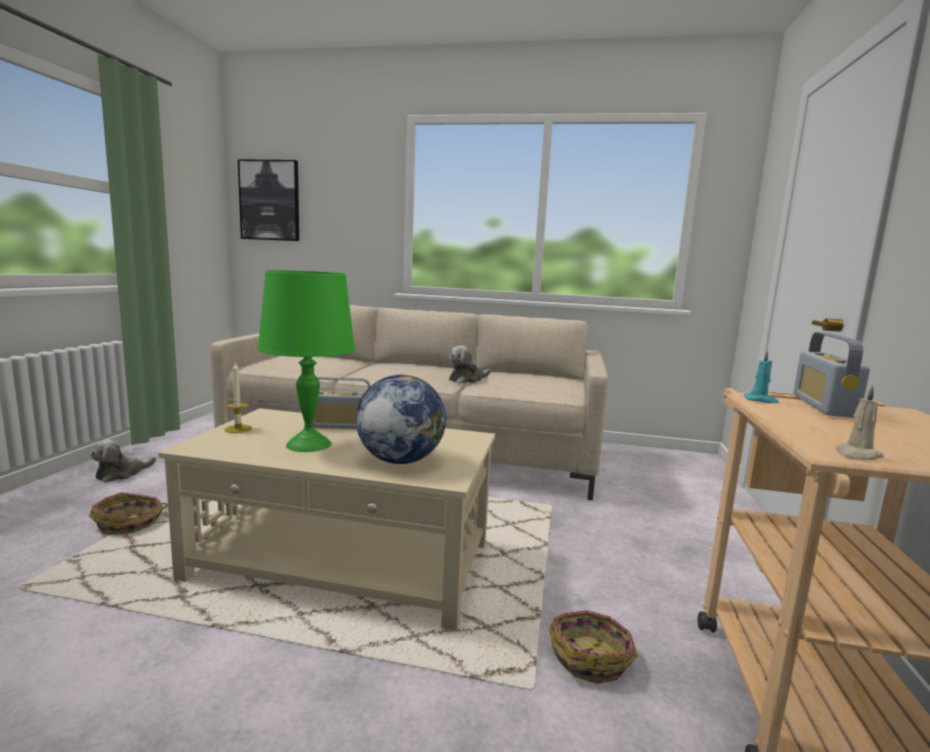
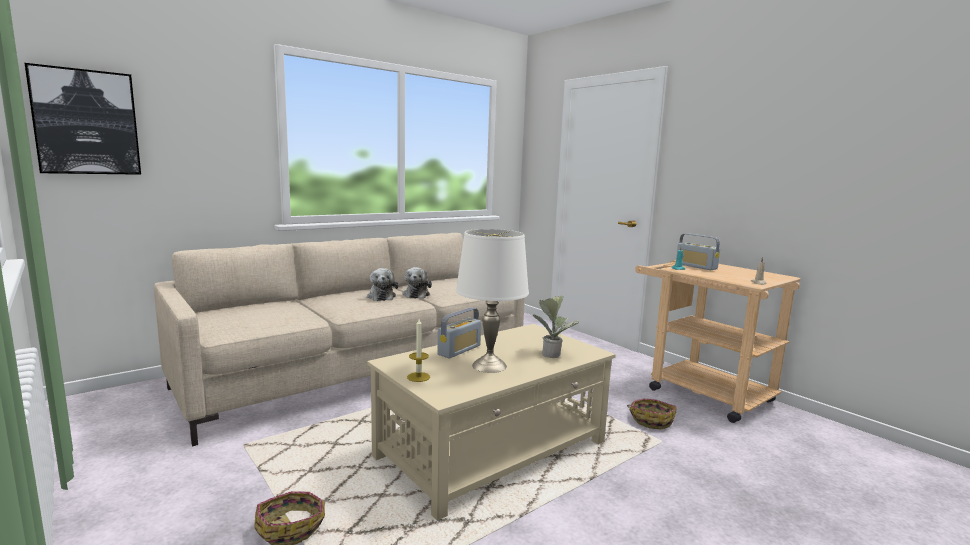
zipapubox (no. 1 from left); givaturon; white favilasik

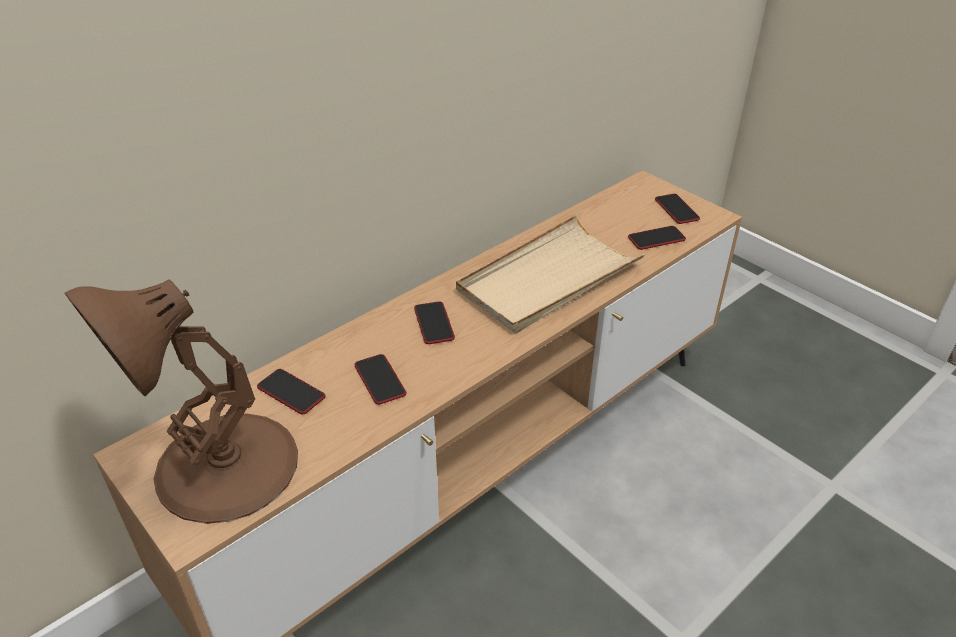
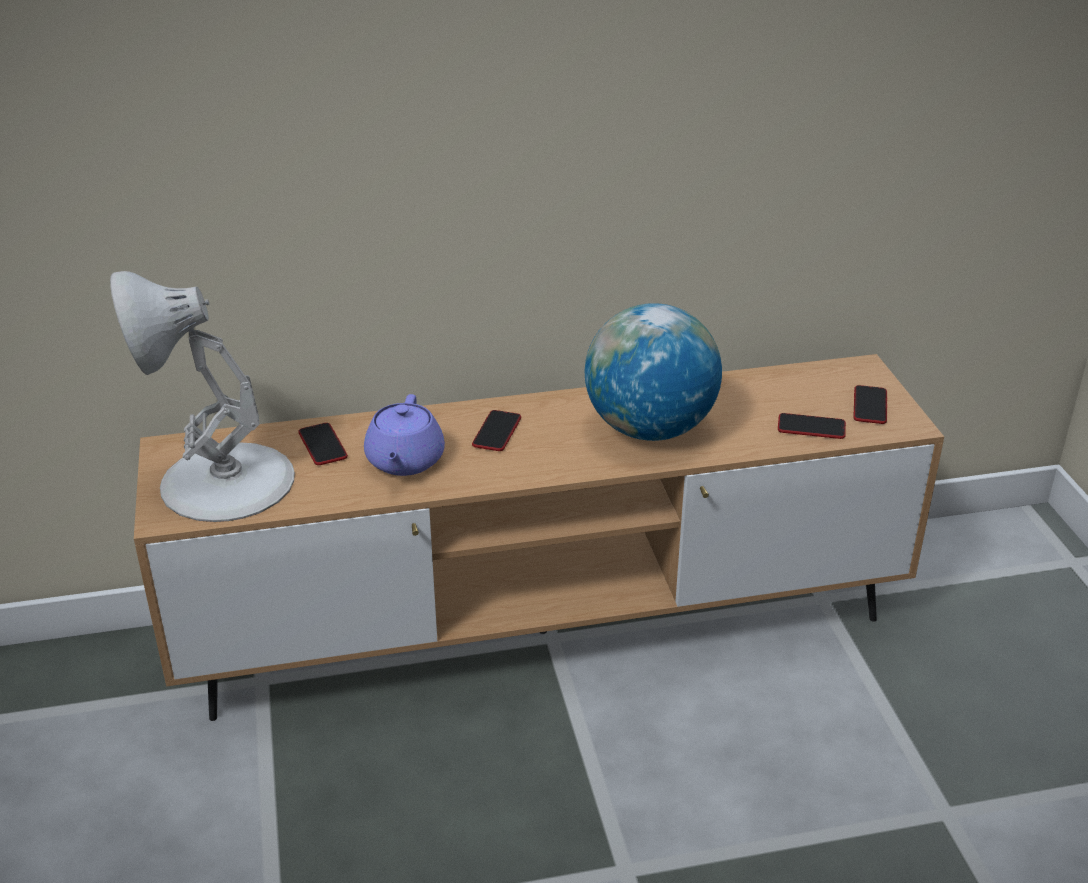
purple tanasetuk; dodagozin; white favilasik

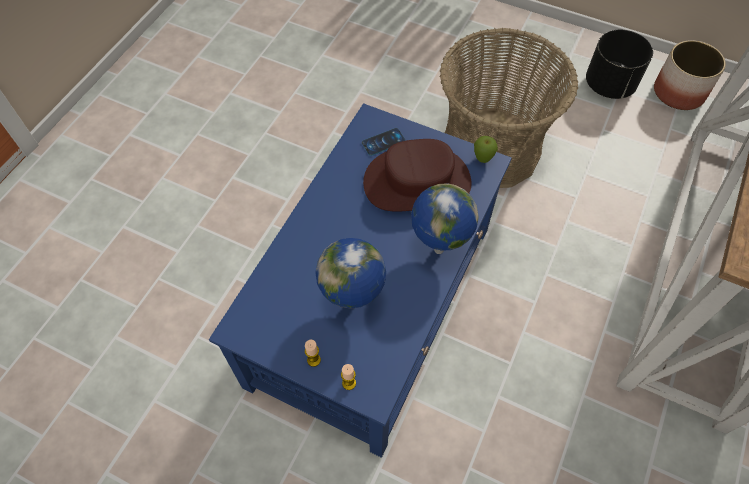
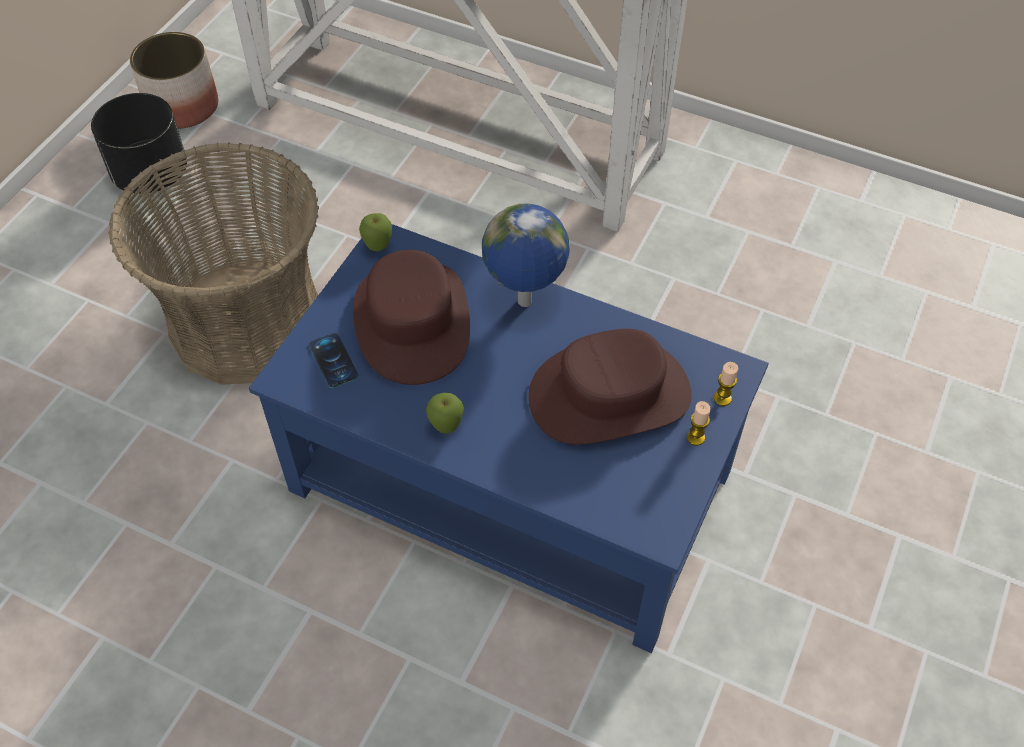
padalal (no. 2 from left); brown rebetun (no. 2 from left)

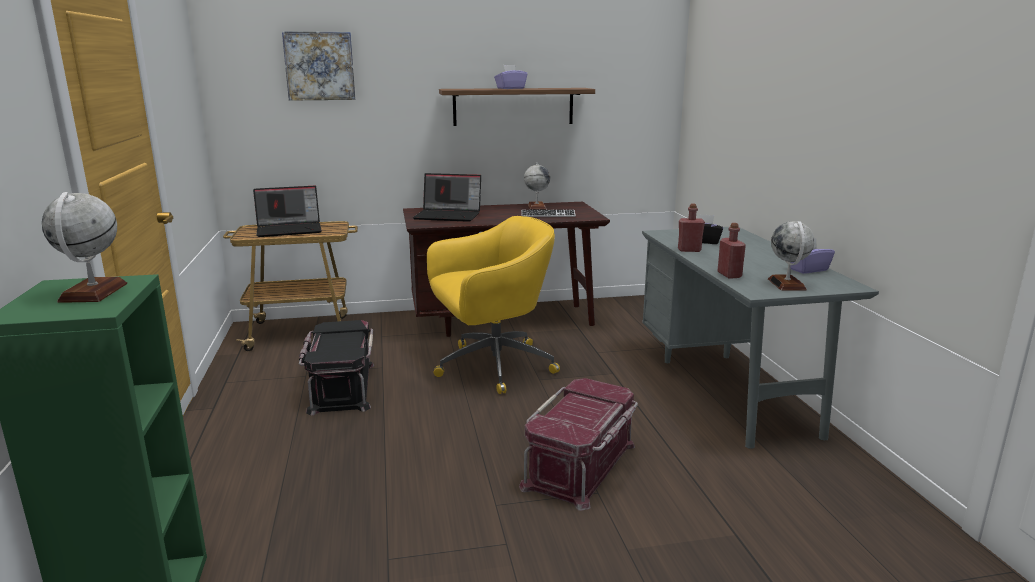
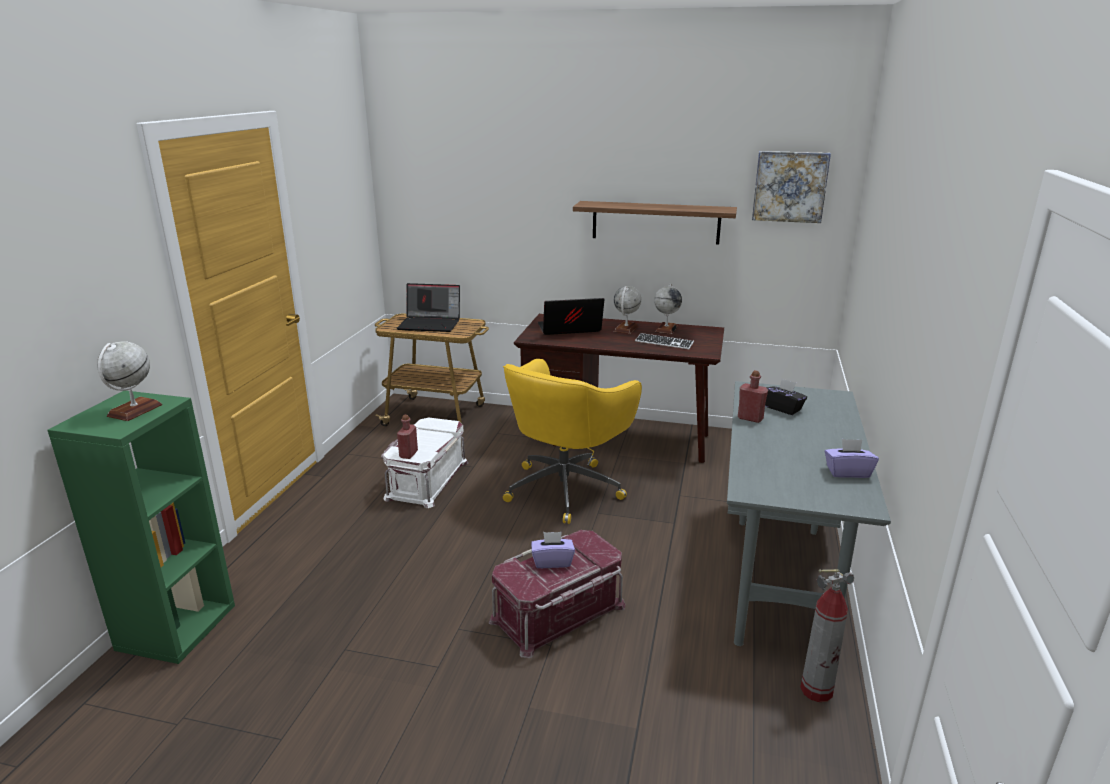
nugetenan; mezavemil; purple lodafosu (no. 1 from left); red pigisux (no. 1 from left); dodagozin (no. 2 from left); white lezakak; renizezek (no. 2 from left); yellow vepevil

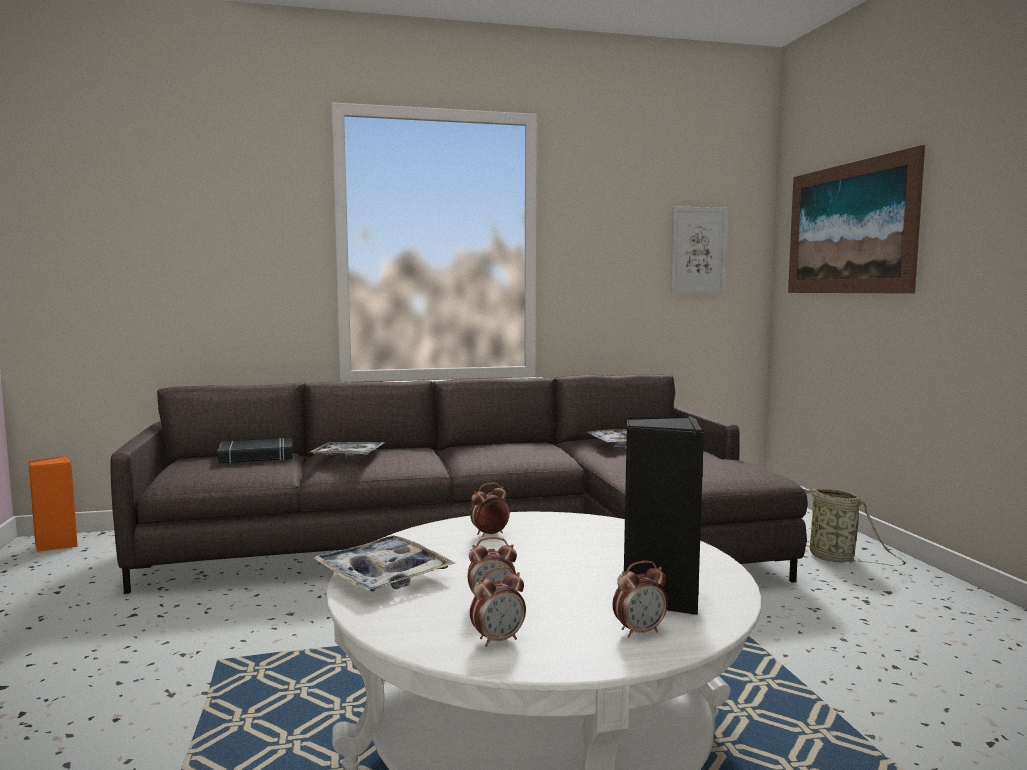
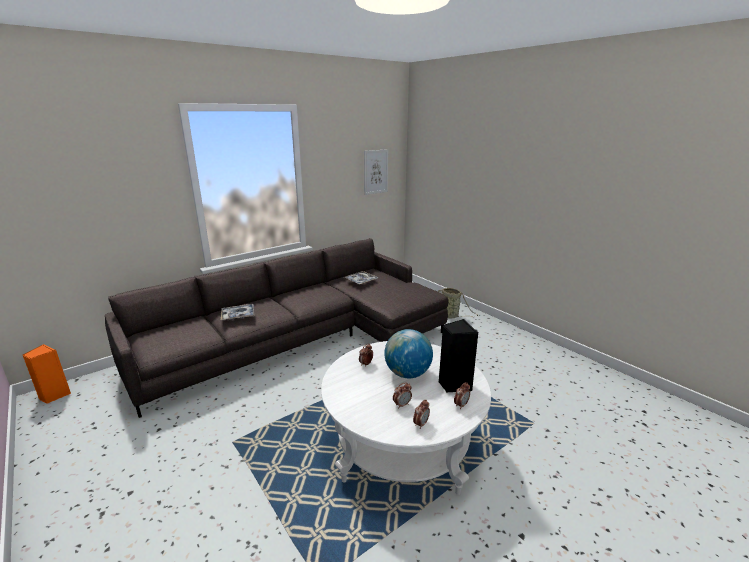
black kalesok; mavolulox (no. 2 from left in the first image); mezavemil (no. 2 from left in the first image); dodagozin

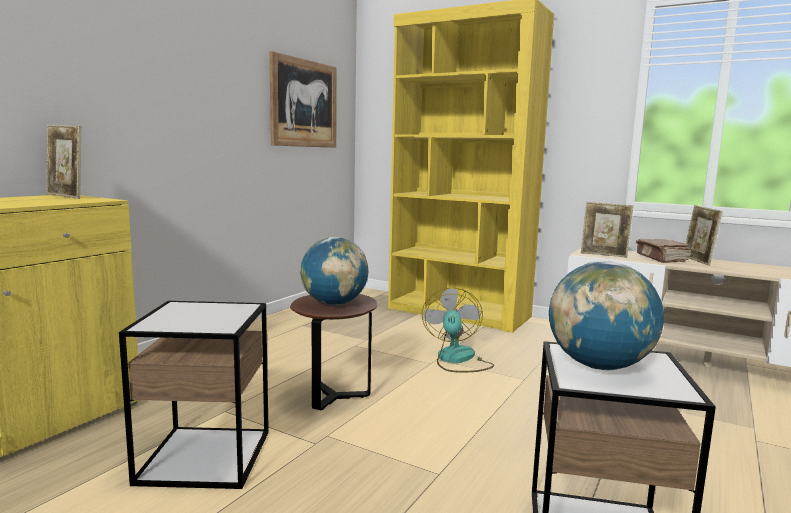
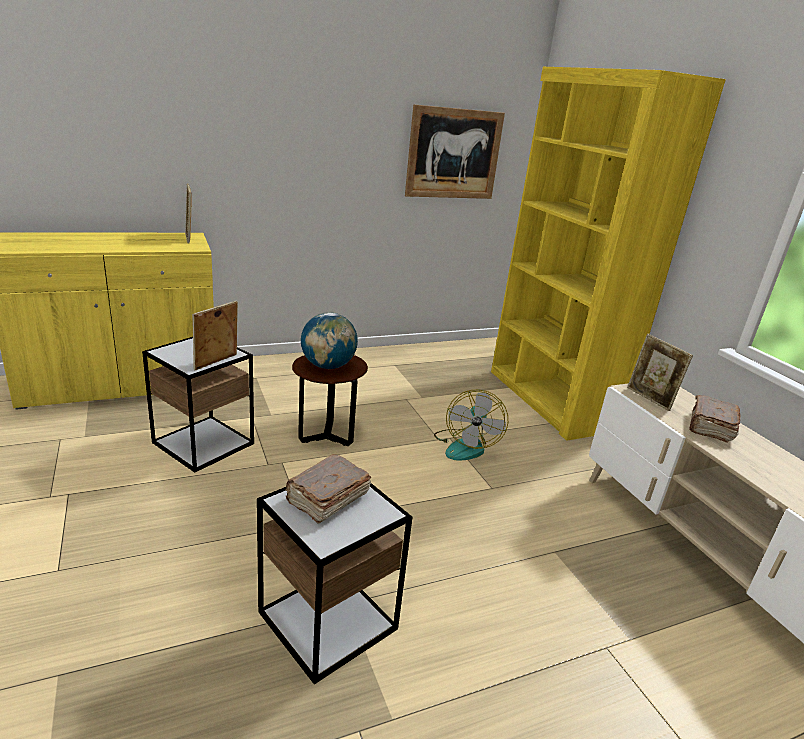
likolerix (no. 2 from left); brown kalesok (no. 1 from left); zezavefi

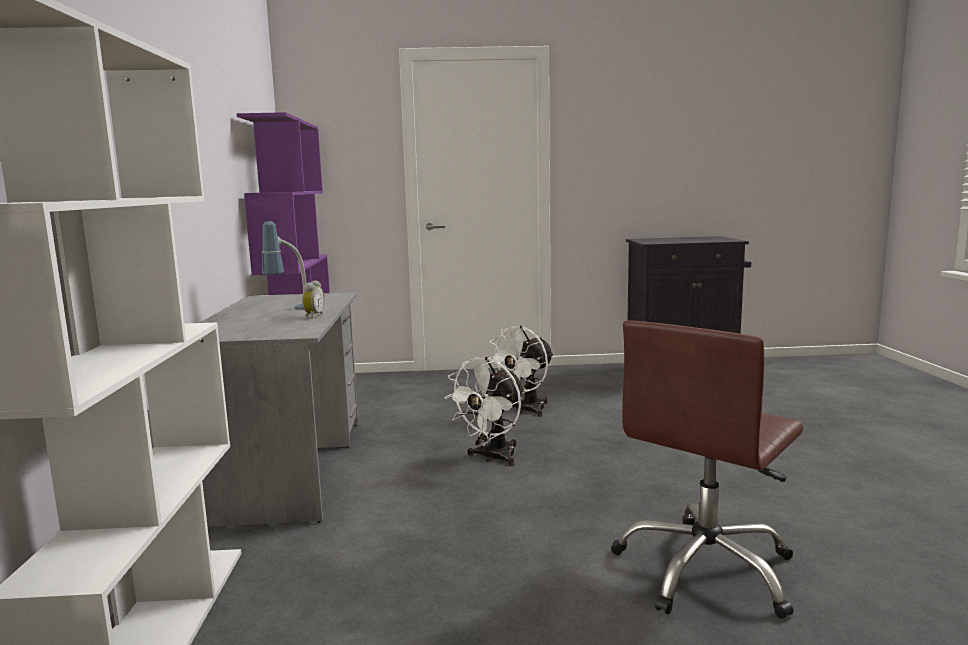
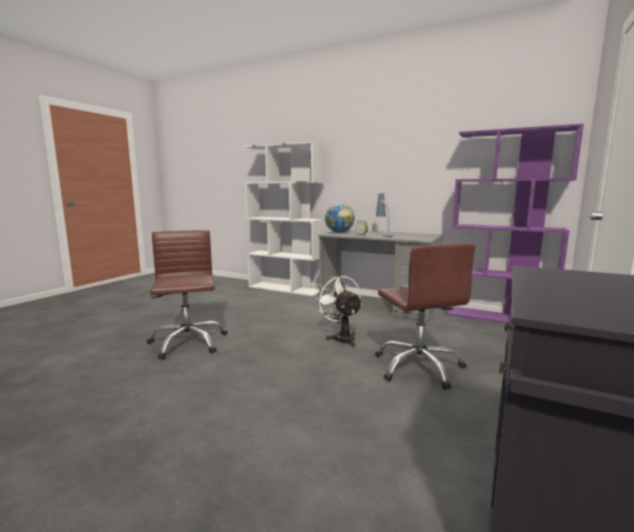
dodagozin; brown vepevil (no. 2 from left)

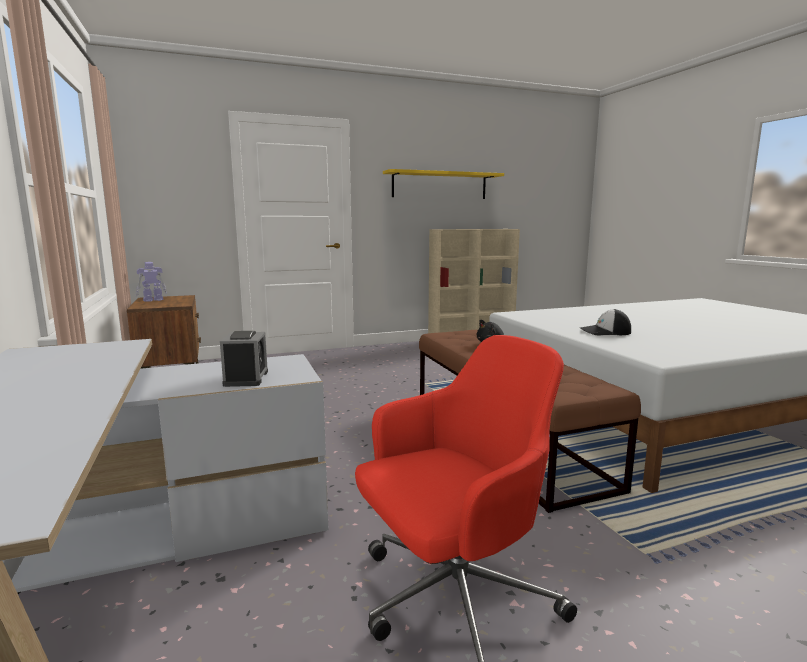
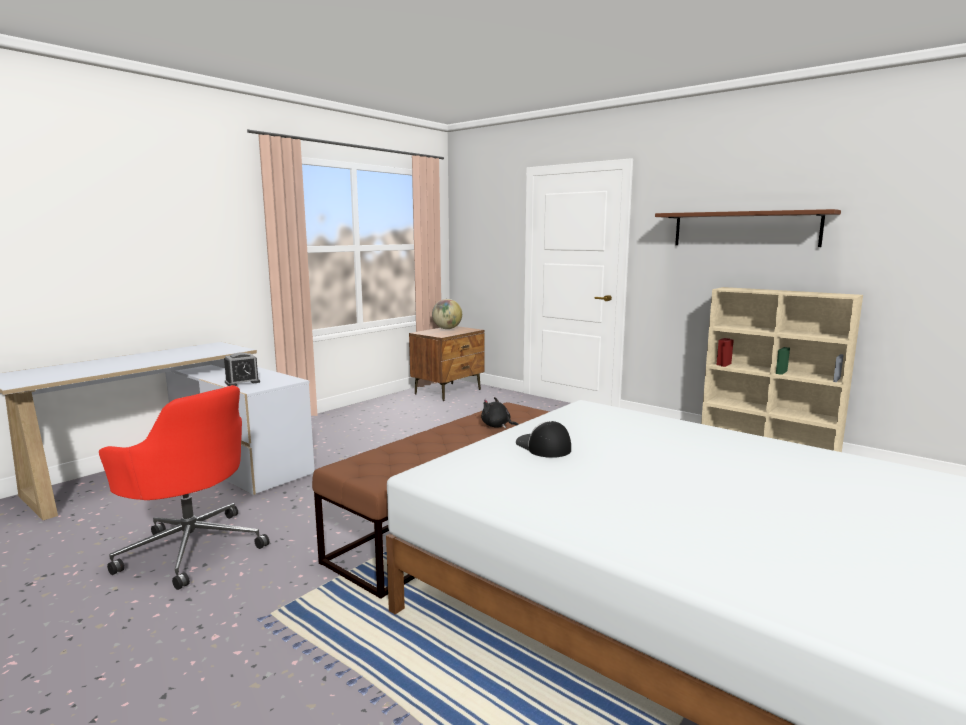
dodagozin; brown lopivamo

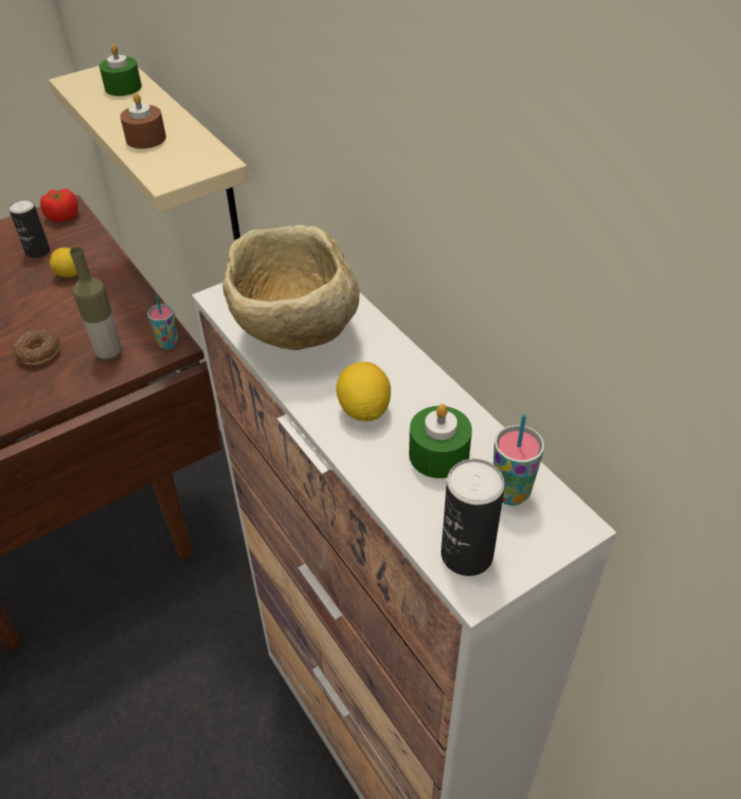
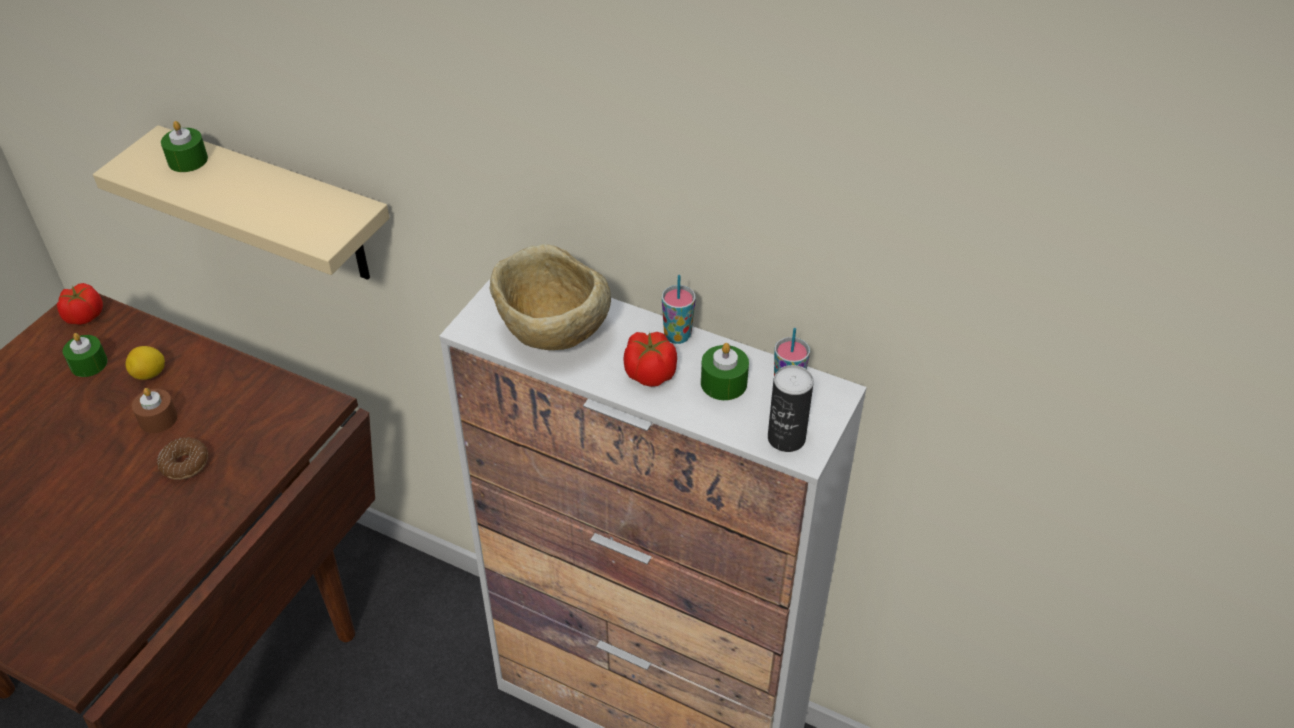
pigisux; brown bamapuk; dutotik (no. 1 from left); green bamapuk (no. 1 from left); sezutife (no. 2 from left)

